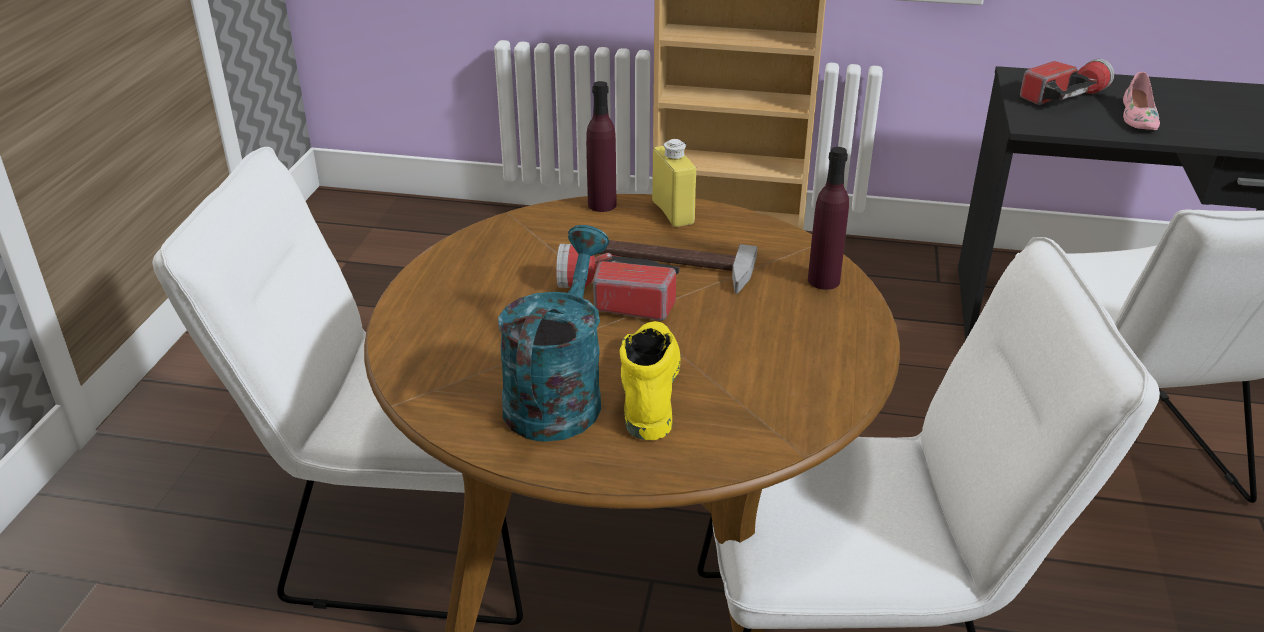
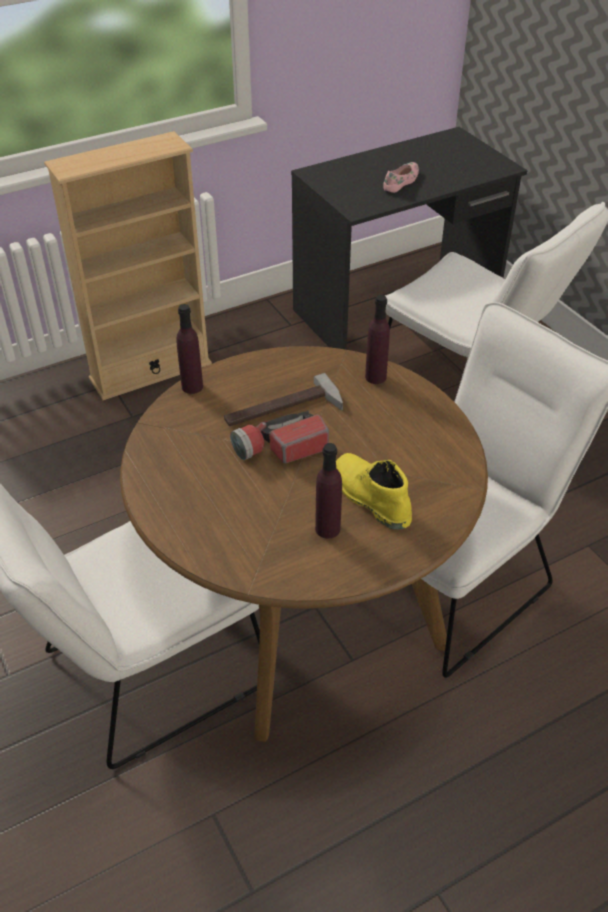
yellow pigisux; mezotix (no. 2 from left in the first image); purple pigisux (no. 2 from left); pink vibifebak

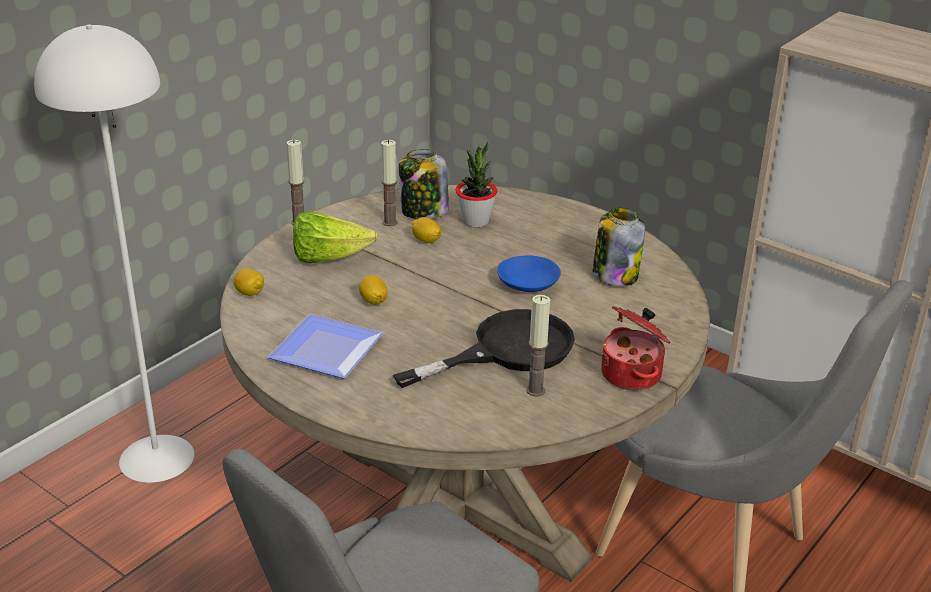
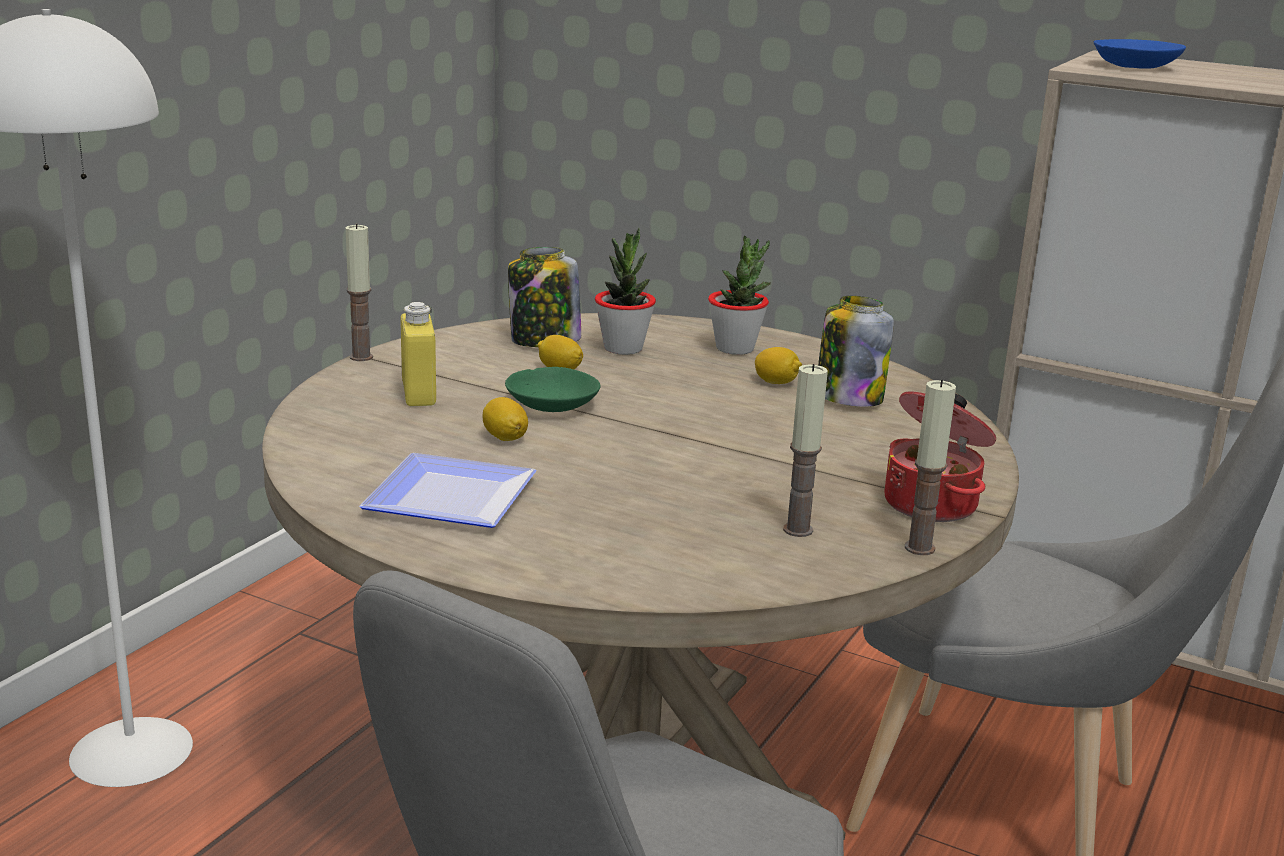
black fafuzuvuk; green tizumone; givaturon (no. 2 from left); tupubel (no. 3 from left); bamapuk (no. 3 from left); blue tizumone; yellow pigisux

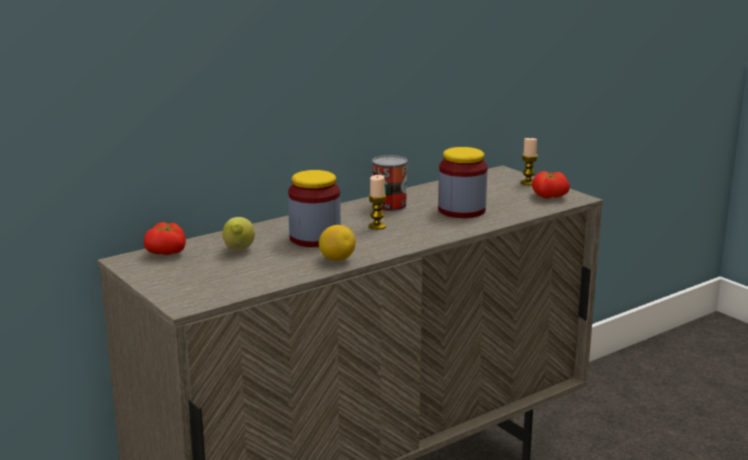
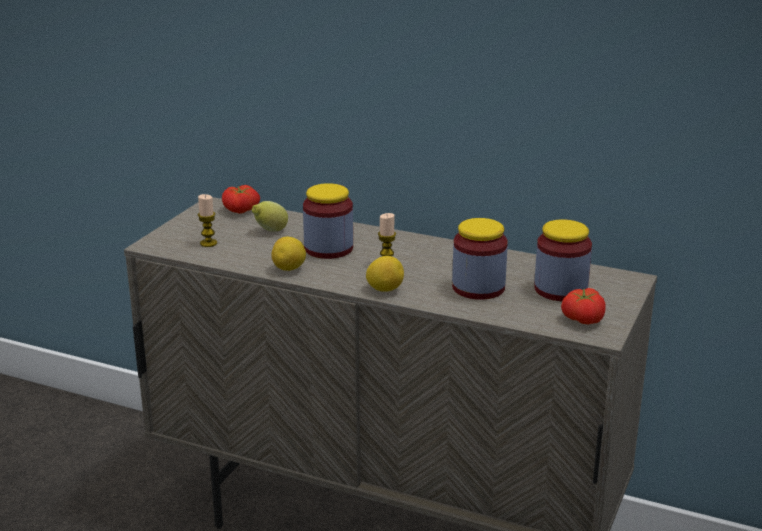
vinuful; tupubel (no. 3 from left); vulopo (no. 3 from left); bamapuk (no. 1 from left)

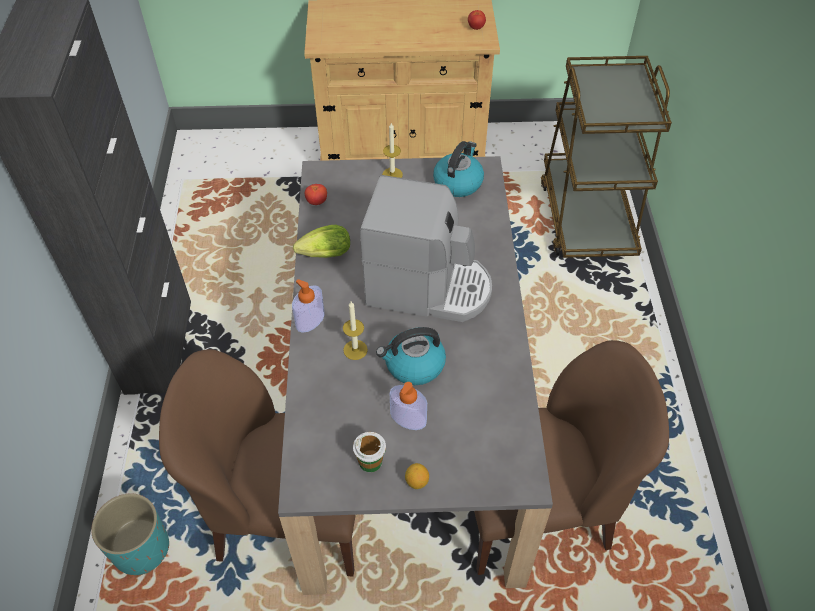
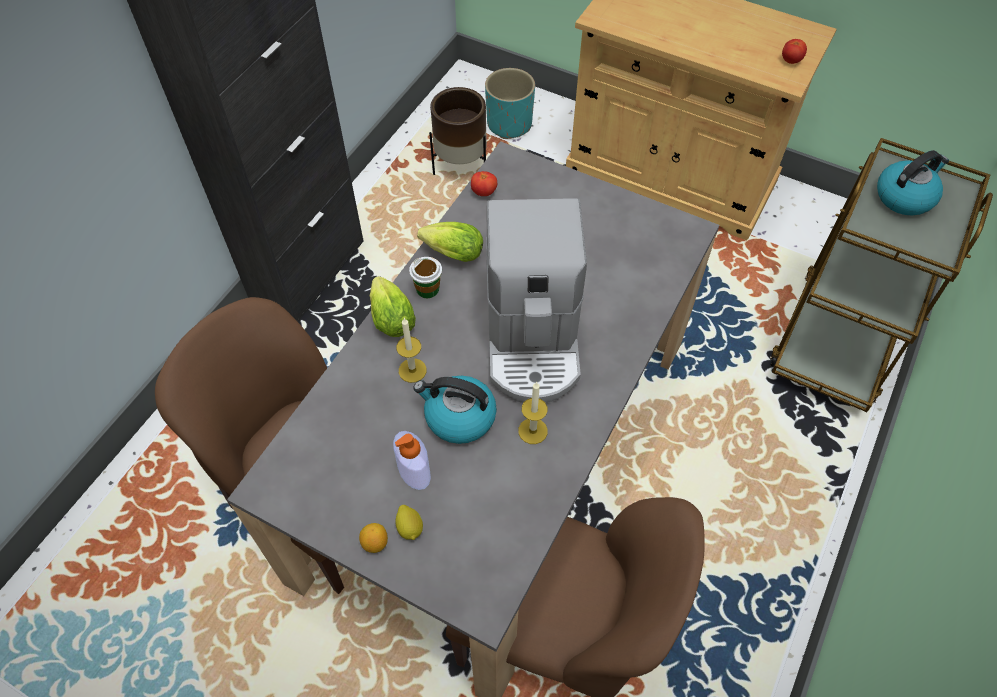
tupubel (no. 2 from left); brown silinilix; turquoise silinilix; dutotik; bamapuk (no. 2 from left); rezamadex (no. 2 from left); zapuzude (no. 1 from left); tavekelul

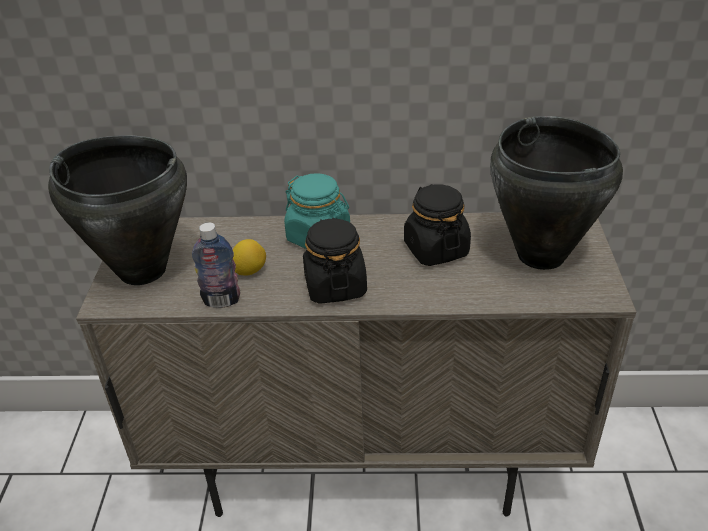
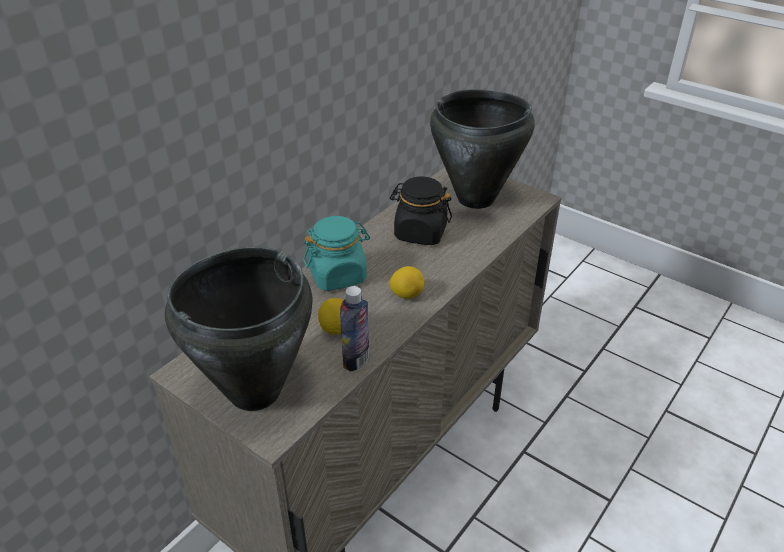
tupubel (no. 2 from left)

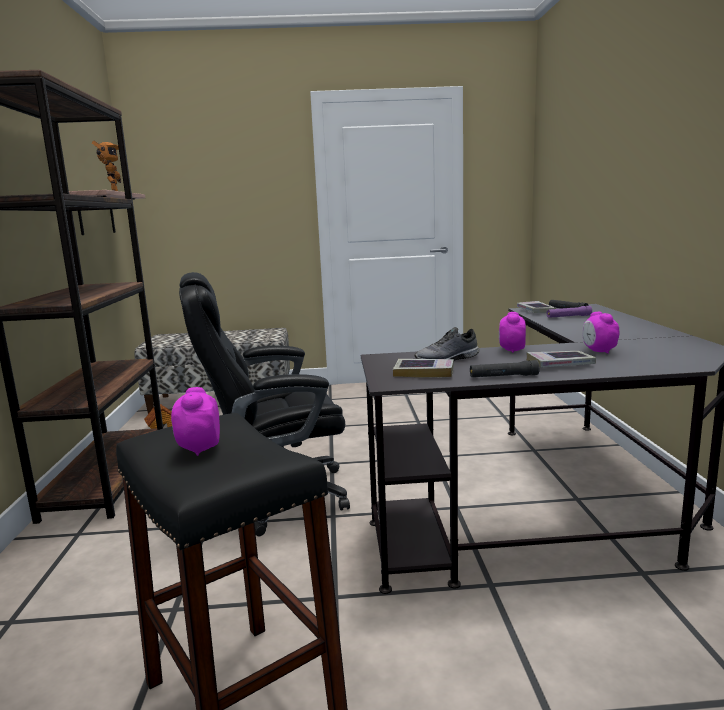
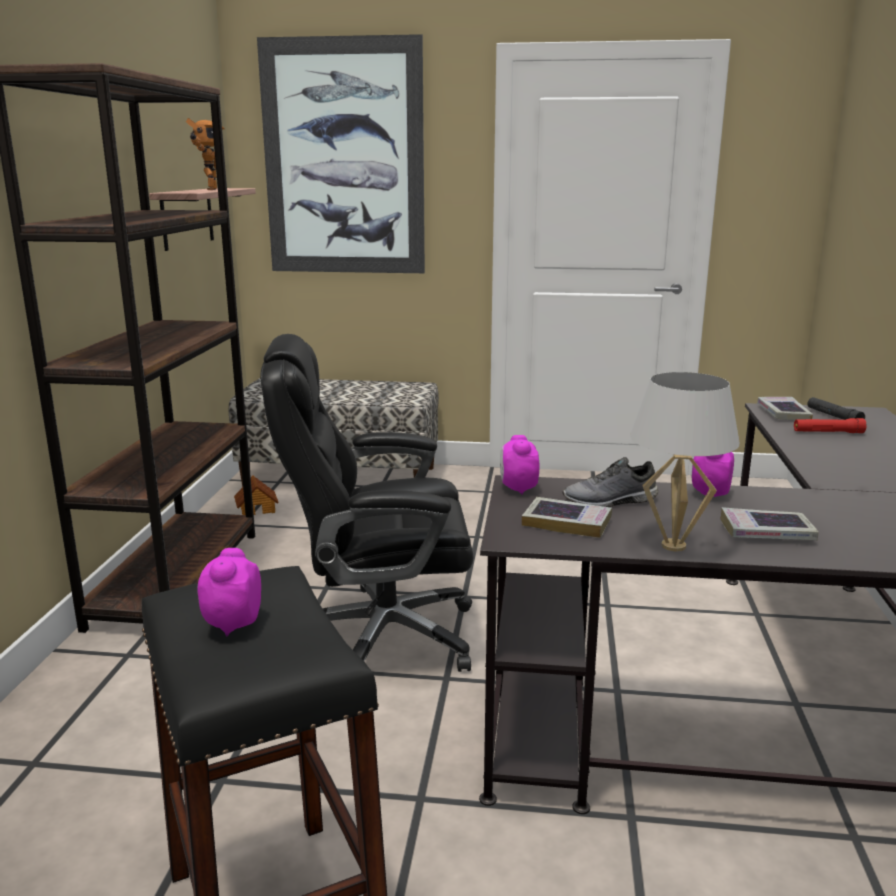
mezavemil; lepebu (no. 2 from left); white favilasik; red mezotix

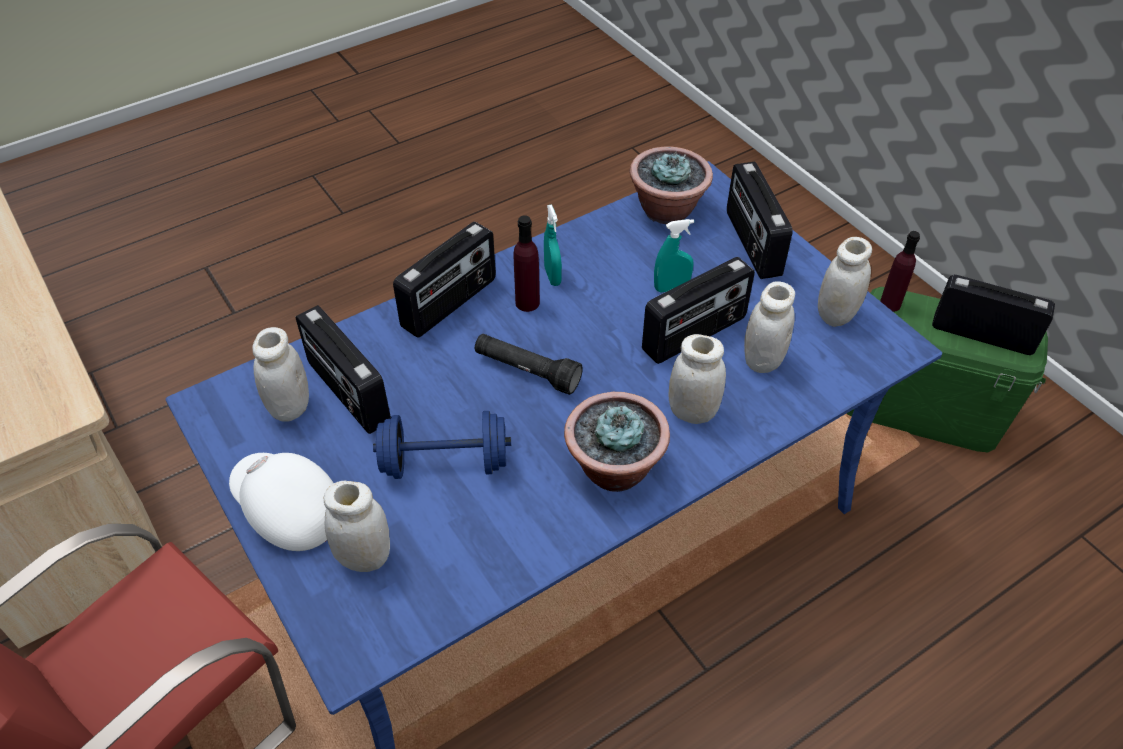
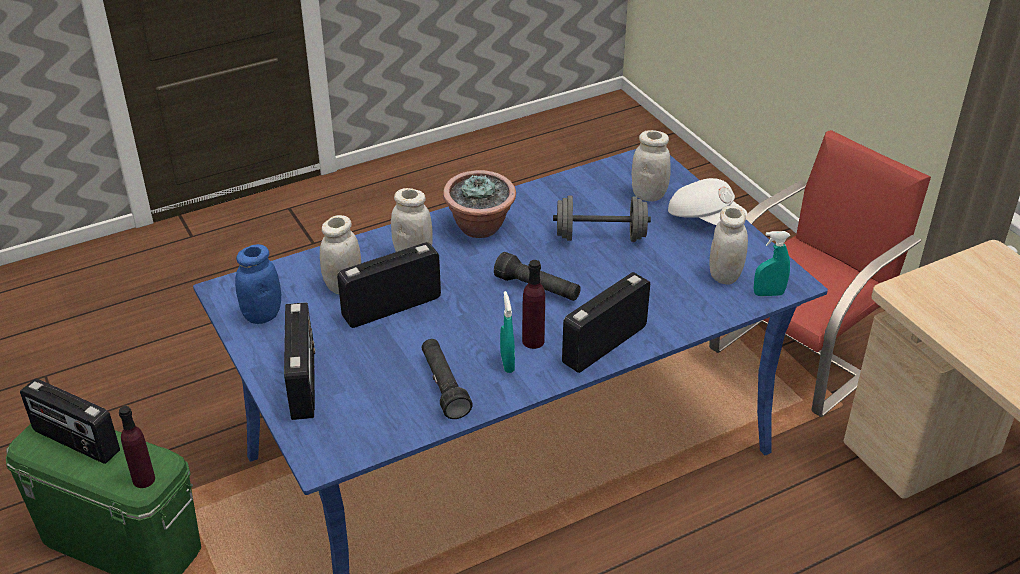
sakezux (no. 1 from left in the first image); givaturon (no. 2 from left in the first image); black mezotix (no. 1 from left); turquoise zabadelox (no. 2 from left); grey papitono; blue vulopo

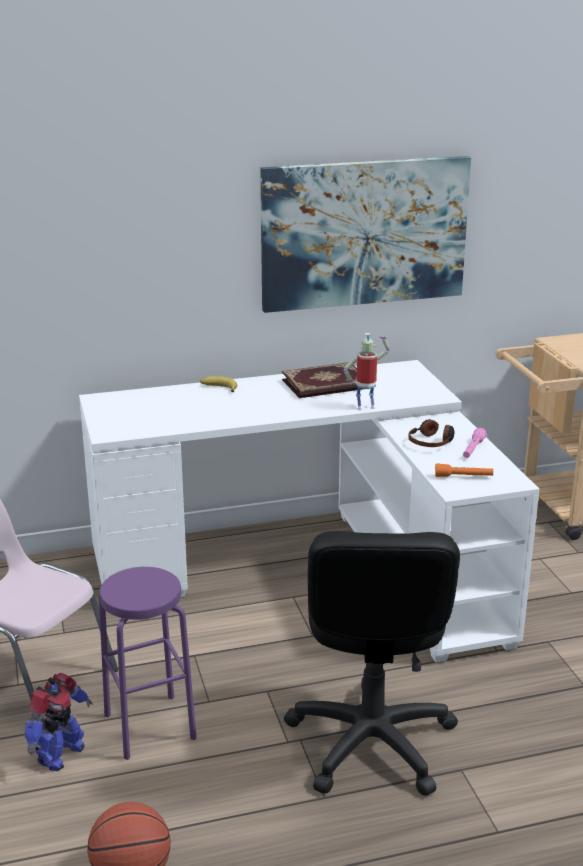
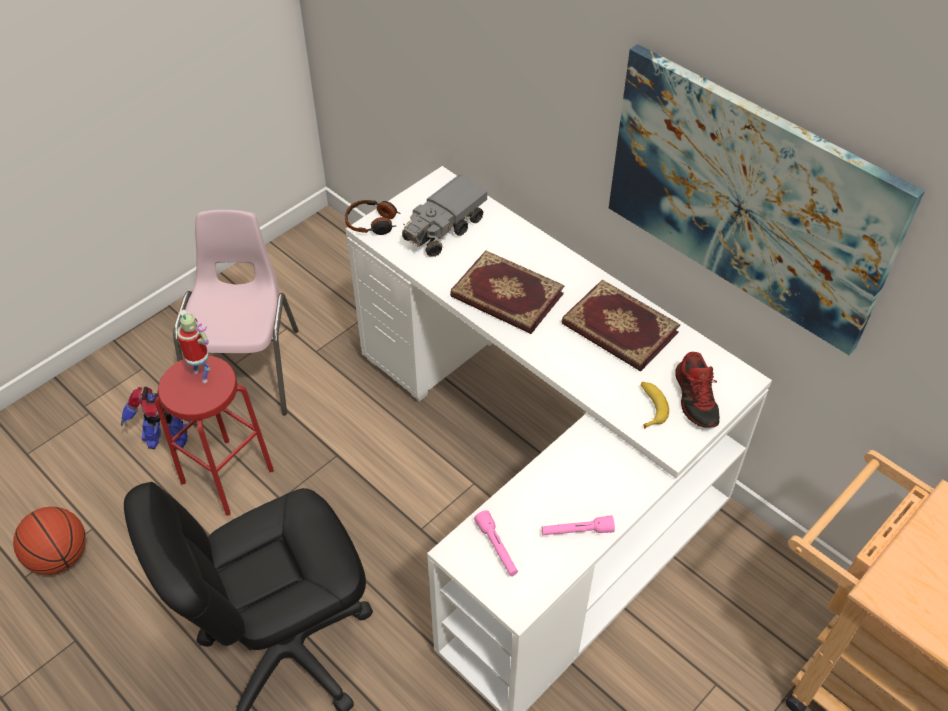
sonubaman; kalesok (no. 1 from left); vibifebak; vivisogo; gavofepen (no. 2 from left); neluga; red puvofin; pink mezotix (no. 1 from left)

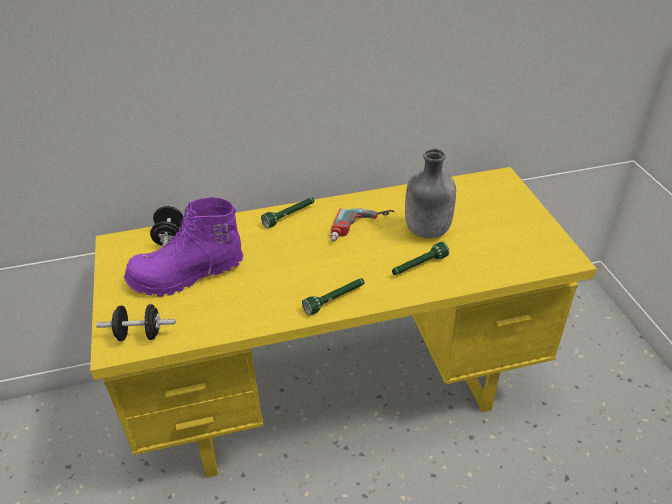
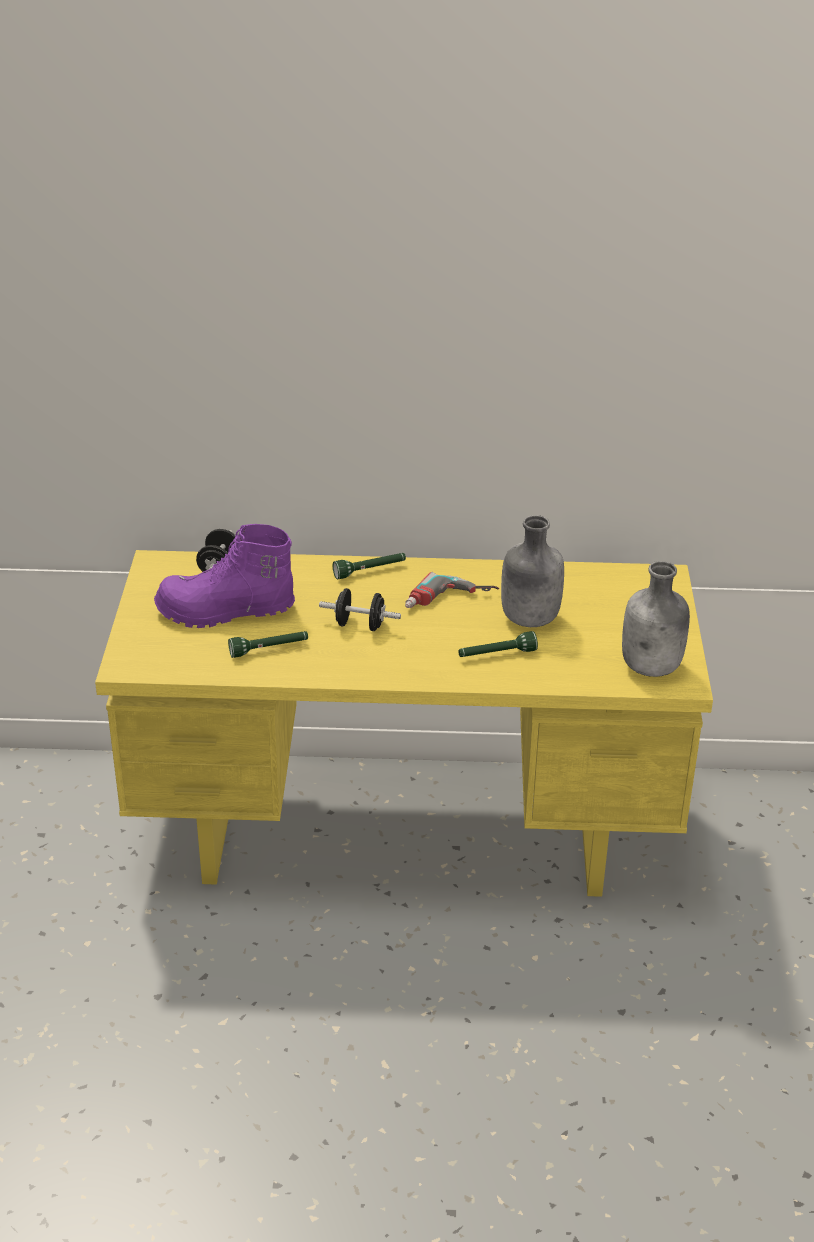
grey pigisux (no. 2 from left); black papitono (no. 2 from left); green mezotix (no. 1 from left)

